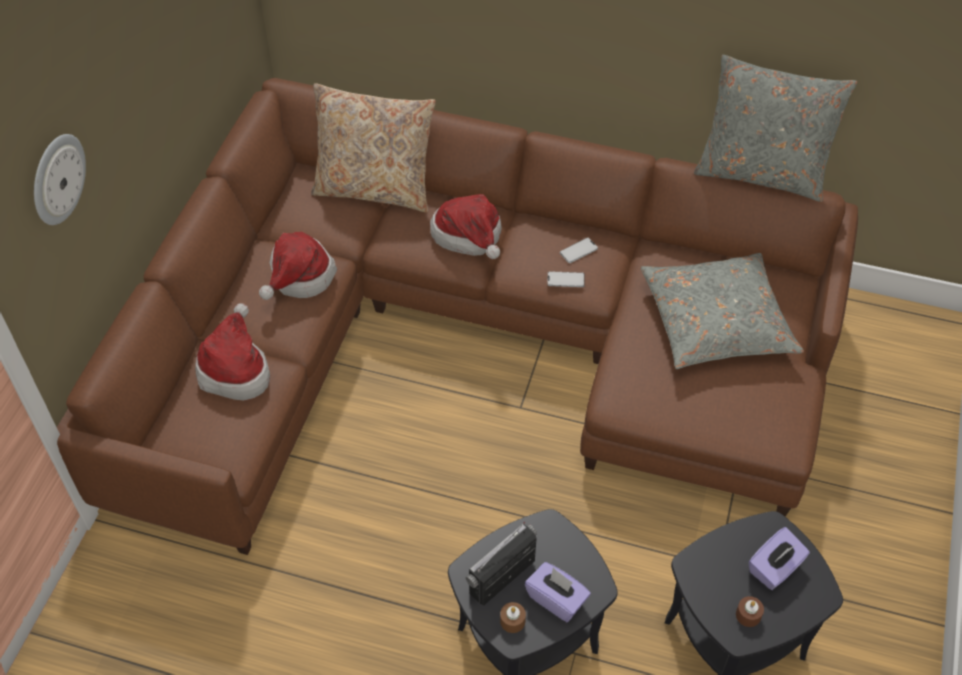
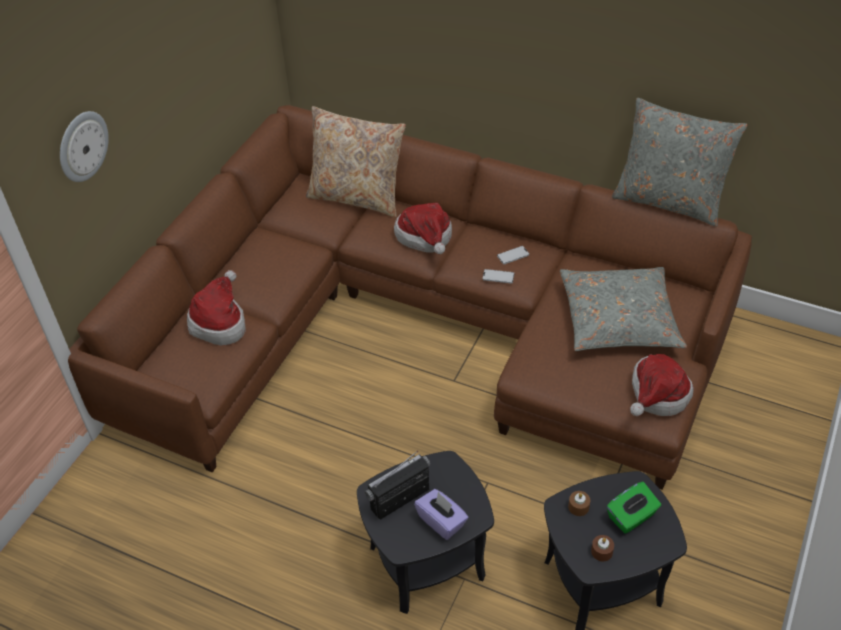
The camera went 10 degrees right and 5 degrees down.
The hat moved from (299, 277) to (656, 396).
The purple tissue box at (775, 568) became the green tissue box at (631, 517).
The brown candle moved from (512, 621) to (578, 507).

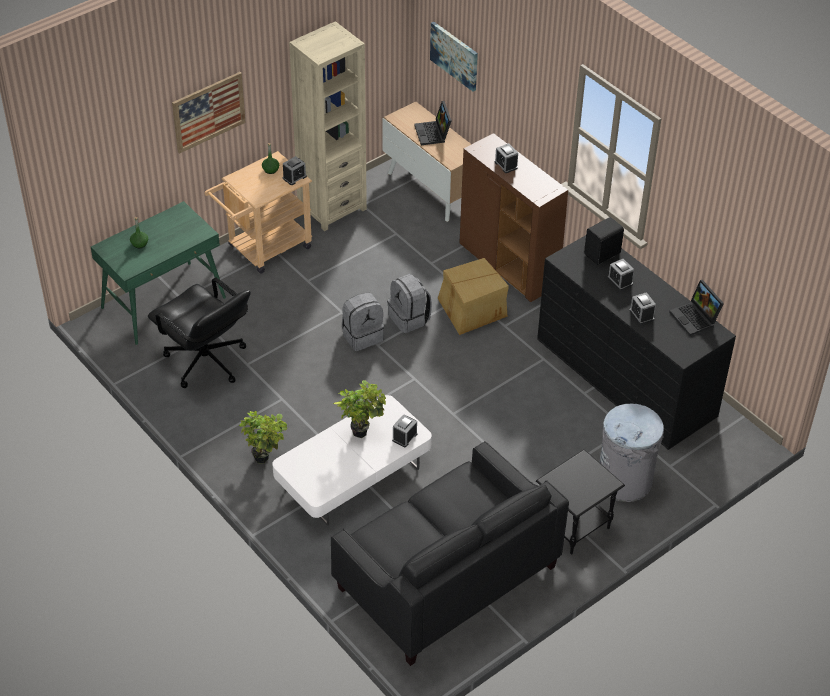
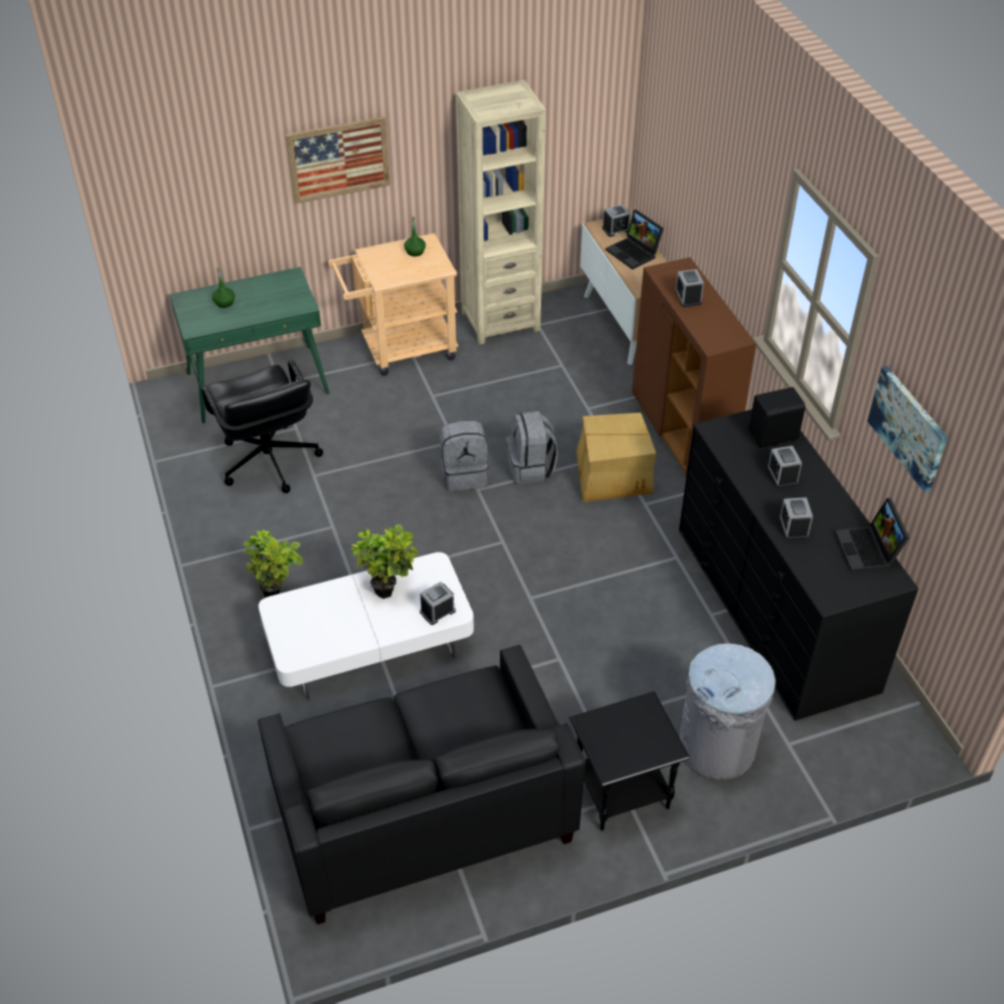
The camera went 20 degrees right and 0 degrees up.
The picture moved from (454, 55) to (908, 428).
The laptop at (433, 134) turned 45 degrees counterclockwise.
The alarm clock moved from (294, 177) to (616, 229).

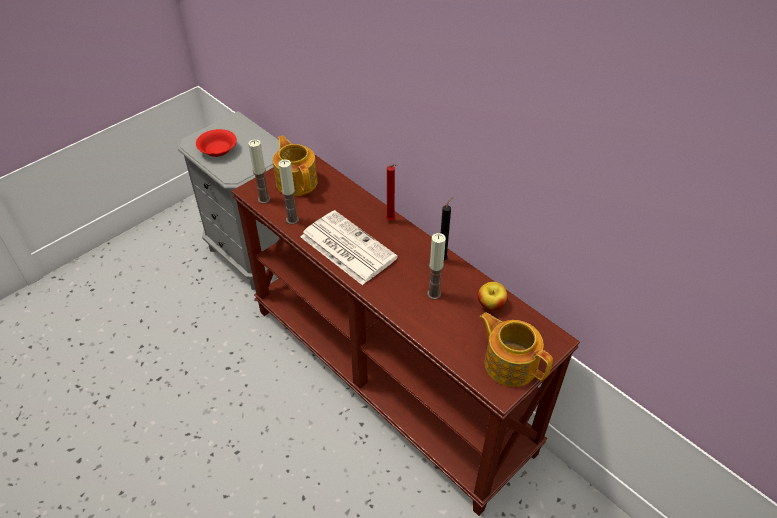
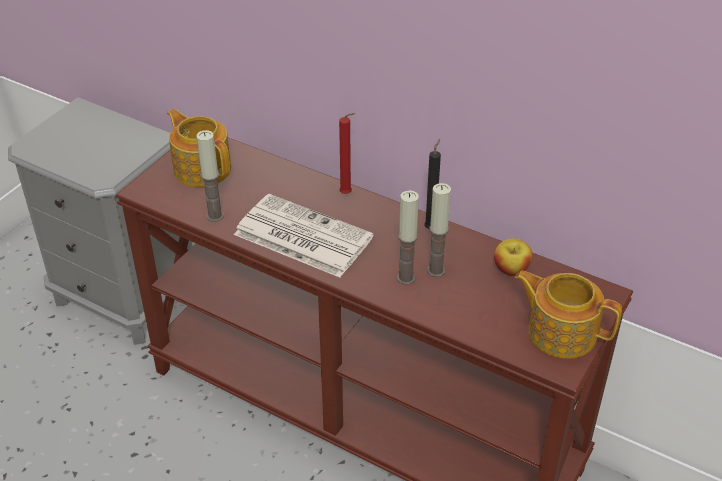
The camera went 15 degrees left and 5 degrees down.
The red bowl at (217, 150) disappeared.
The candle moved from (264, 199) to (406, 278).

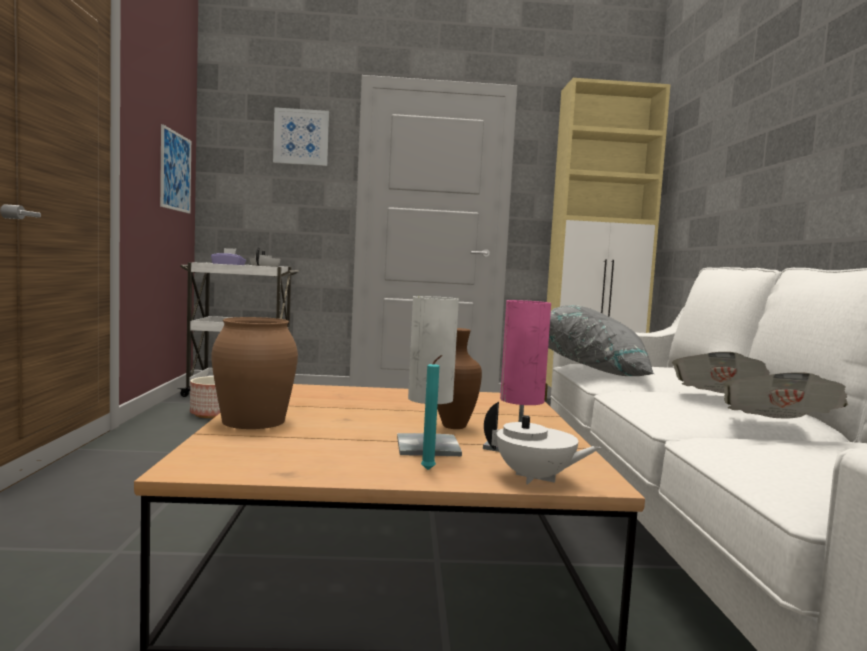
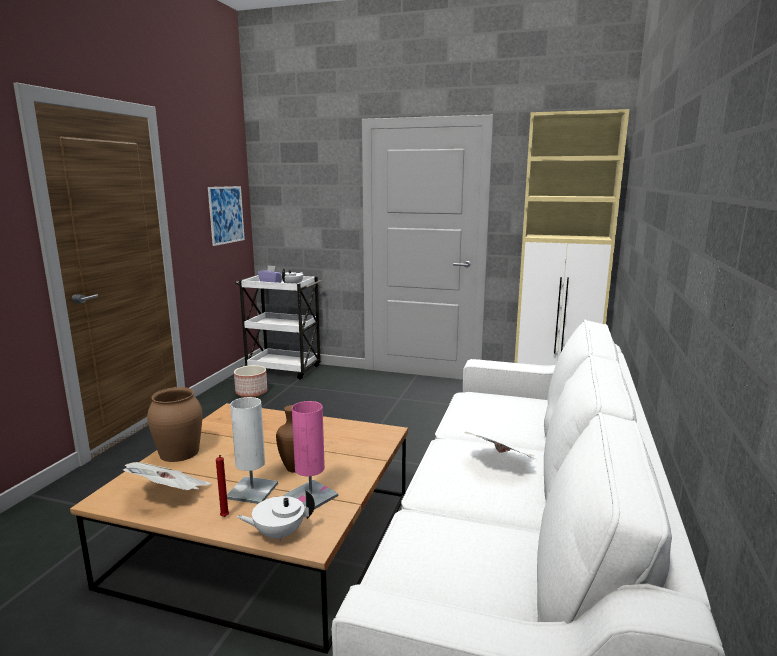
The camera went 20 degrees right and 10 degrees up.
The picture at (301, 137) disappeared.
The grey pillow at (595, 368) disappeared.
The turquoise candle at (429, 470) became the red candle at (224, 517).
The newspaper moved from (778, 428) to (171, 494).
The white teapot at (535, 478) turned 120 degrees clockwise.

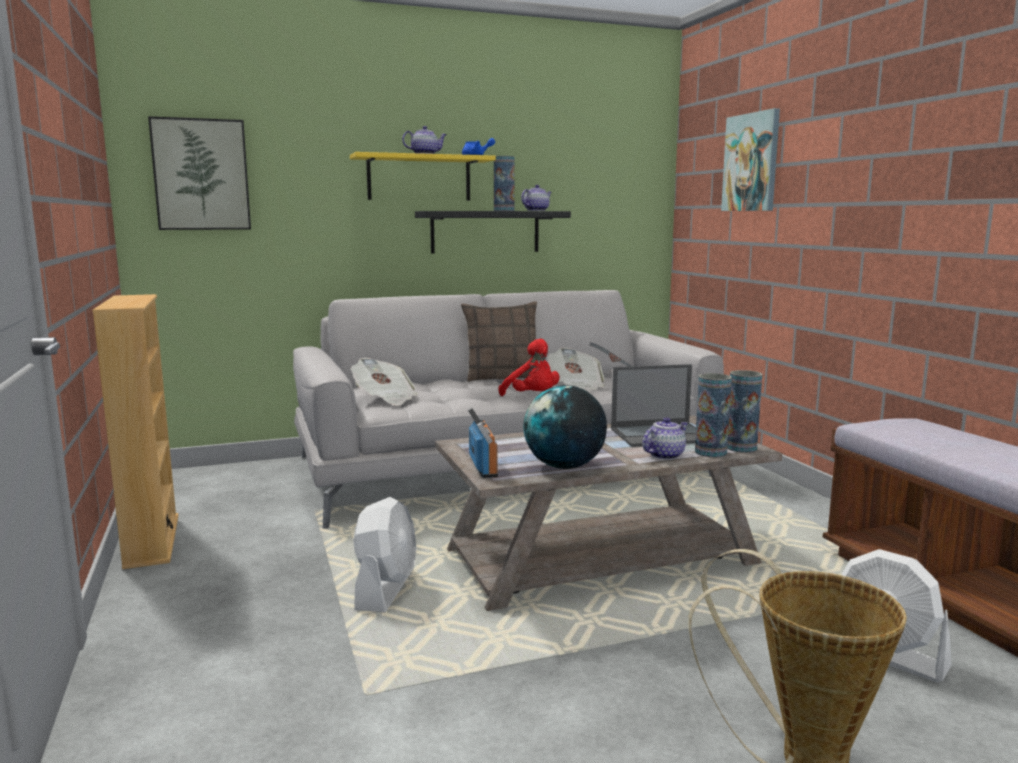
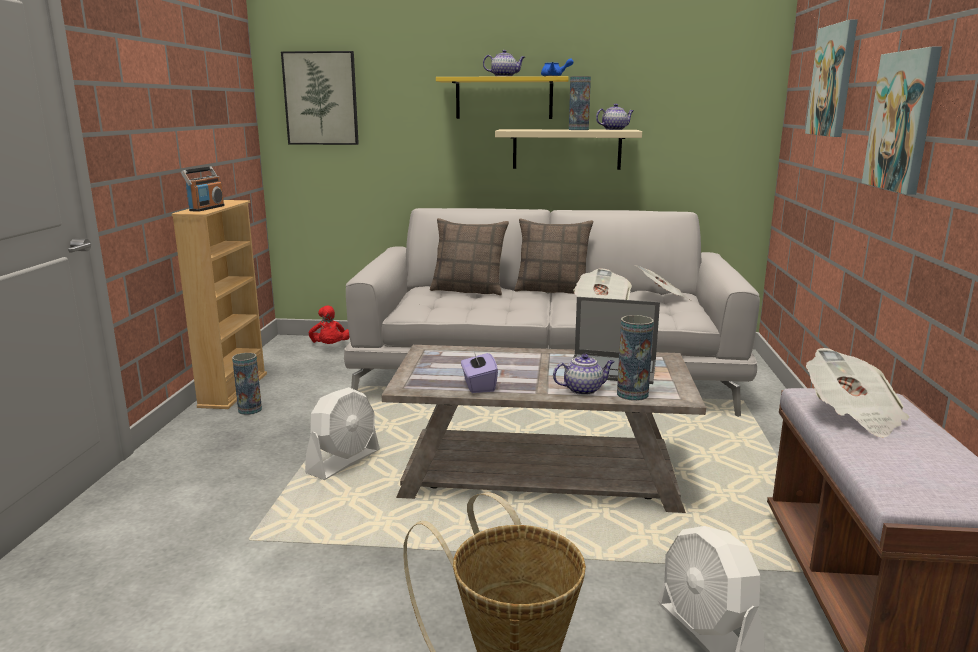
The camera went 25 degrees right and 5 degrees up.
The black shelf at (485, 232) became the beige shelf at (566, 149).
The red plush toy moved from (532, 397) to (330, 347).
The newspaper moved from (385, 399) to (853, 416).
The vase moved from (741, 448) to (250, 410).
The globe at (565, 466) was replaced by the purple tissue box at (478, 385).
The radio moved from (483, 468) to (206, 208).
The picture at (902, 121) appeared.
The pillow at (468, 290) appeared.

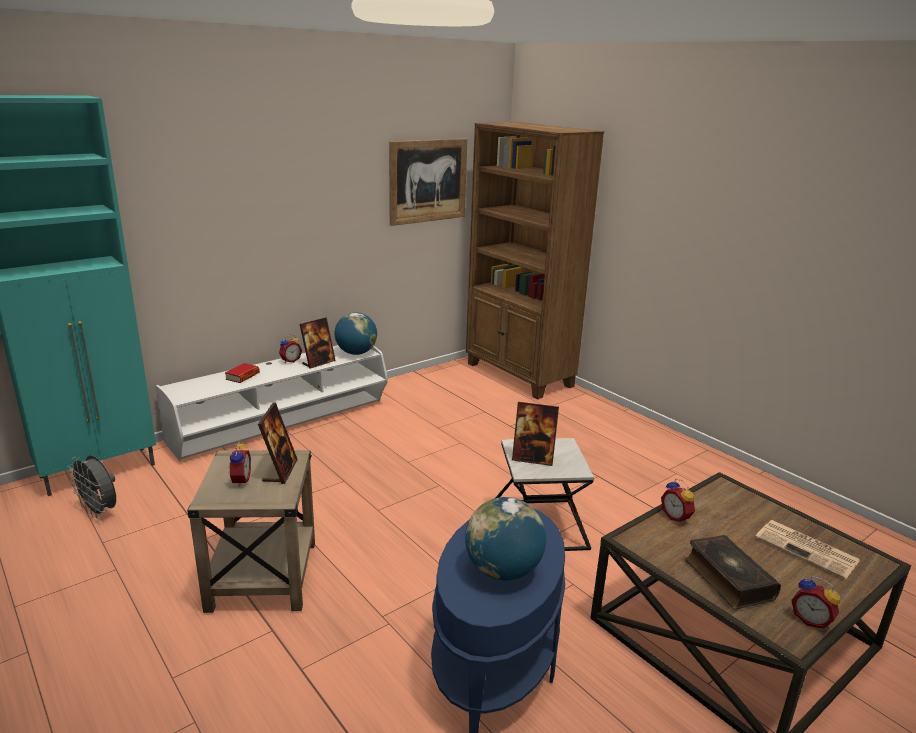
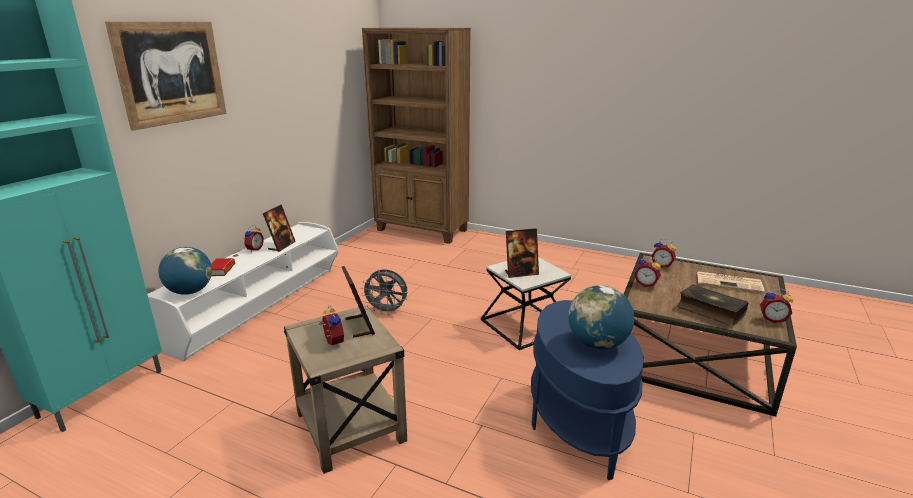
The camera went 25 degrees left and 0 degrees up.
The picture moved from (428, 181) to (171, 73).
The globe moved from (356, 353) to (190, 292).
The grey fan moved from (100, 511) to (387, 311).
The alarm clock at (662, 265) appeared.

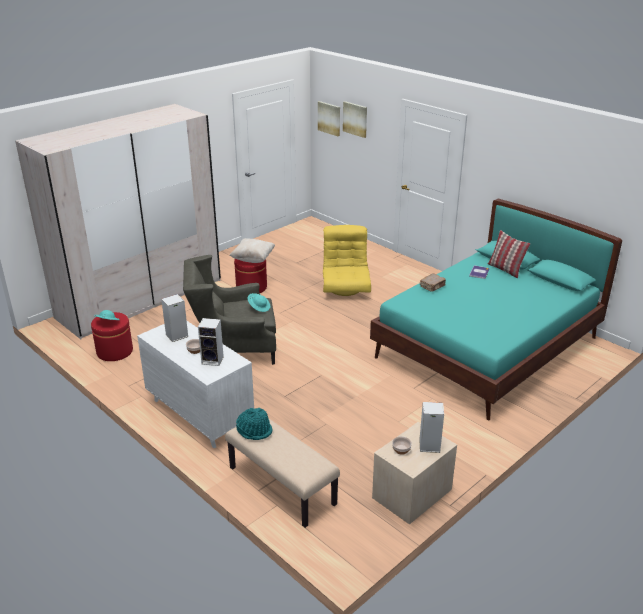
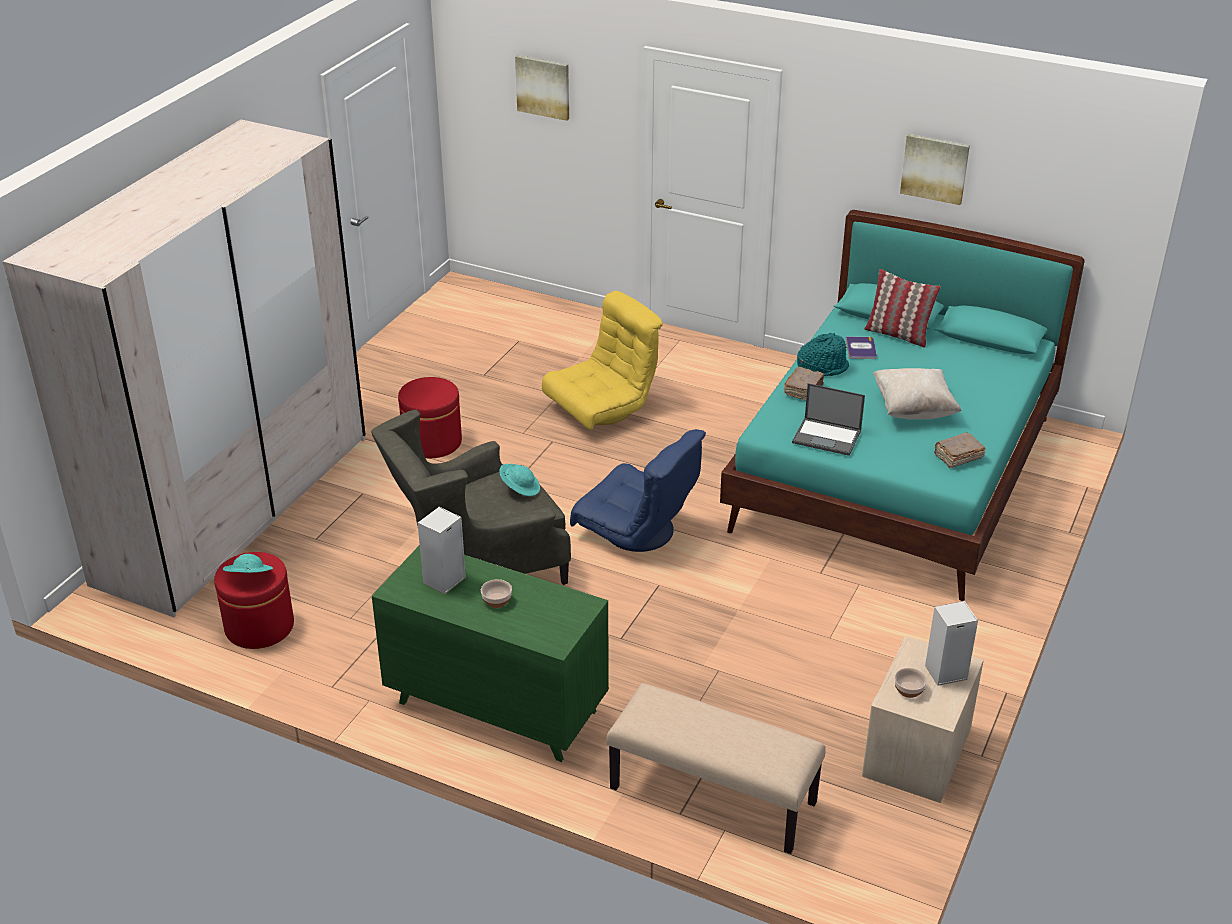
The camera went 20 degrees left and 5 degrees up.
The picture moved from (329, 118) to (935, 168).
The yellow armchair at (346, 288) turned 75 degrees clockwise.
The beige pillow moved from (253, 259) to (913, 410).
The speaker at (213, 360) disappeared.
The white dresser at (199, 414) became the green dresser at (495, 707).
The turquoise hat moved from (255, 430) to (822, 366).
The laptop at (827, 437) appeared.
The blue armchair at (637, 532) appeared.
The brown book at (957, 457) appeared.

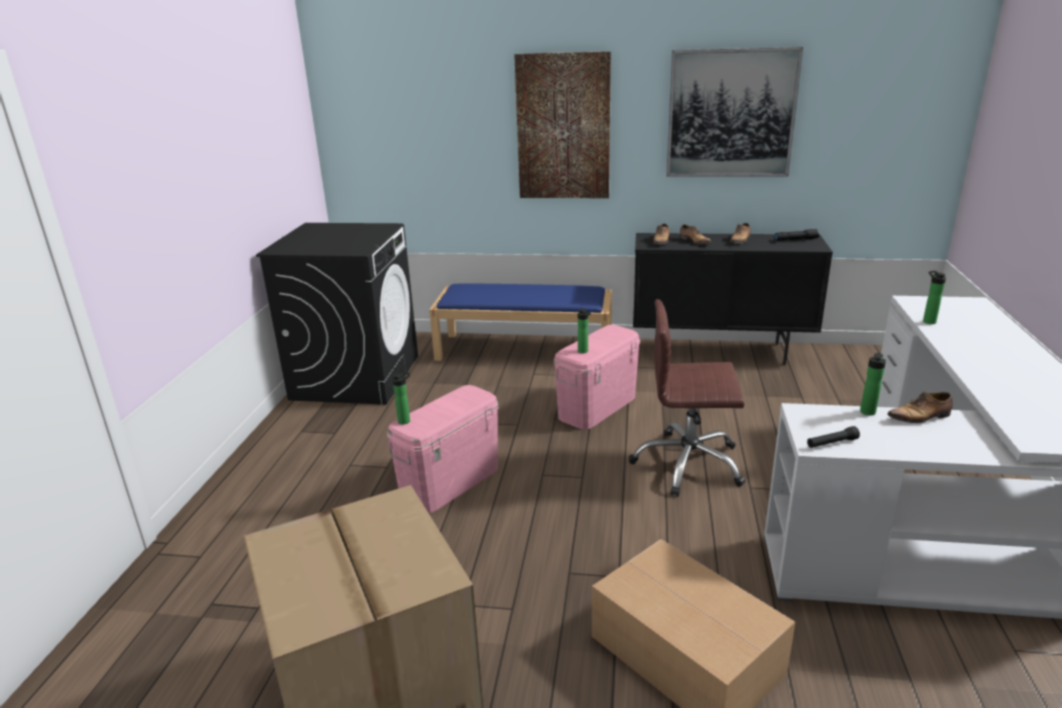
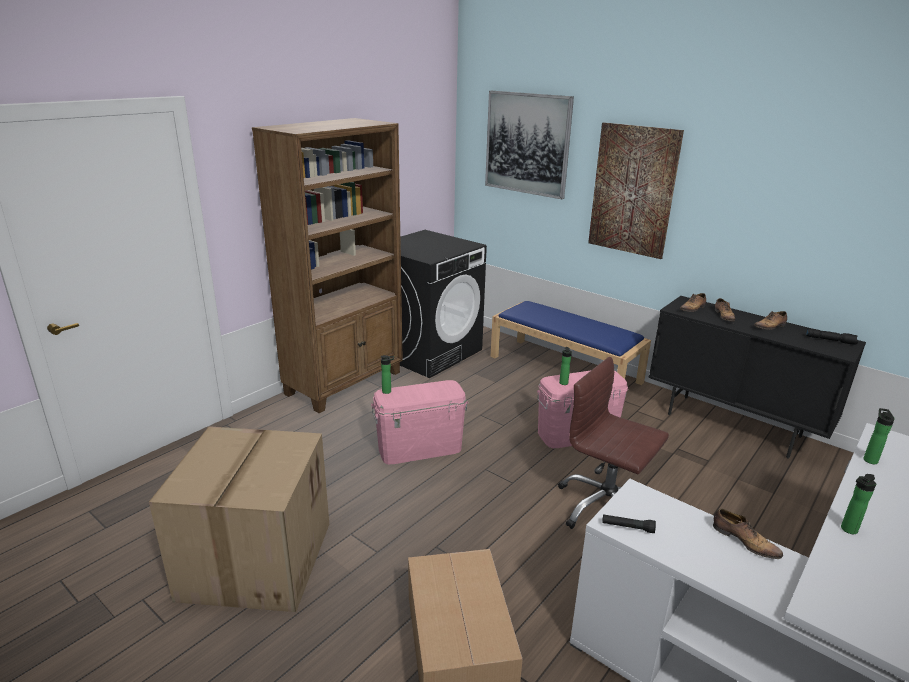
The camera went 30 degrees right and 0 degrees up.
The picture moved from (731, 114) to (527, 144).
The bottle moved from (867, 413) to (847, 530).
The shoe at (920, 417) turned 150 degrees counterclockwise.
The brown bookcase at (345, 383) appeared.

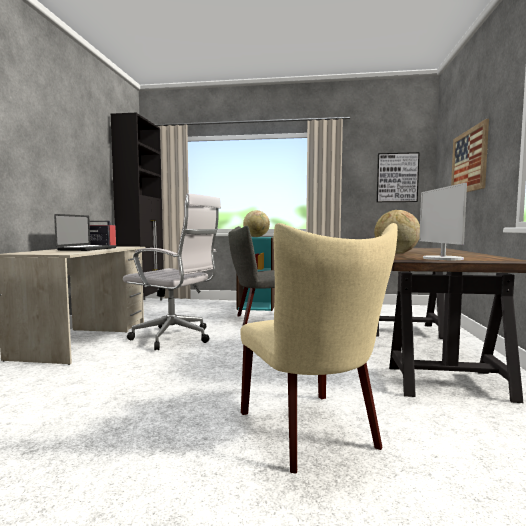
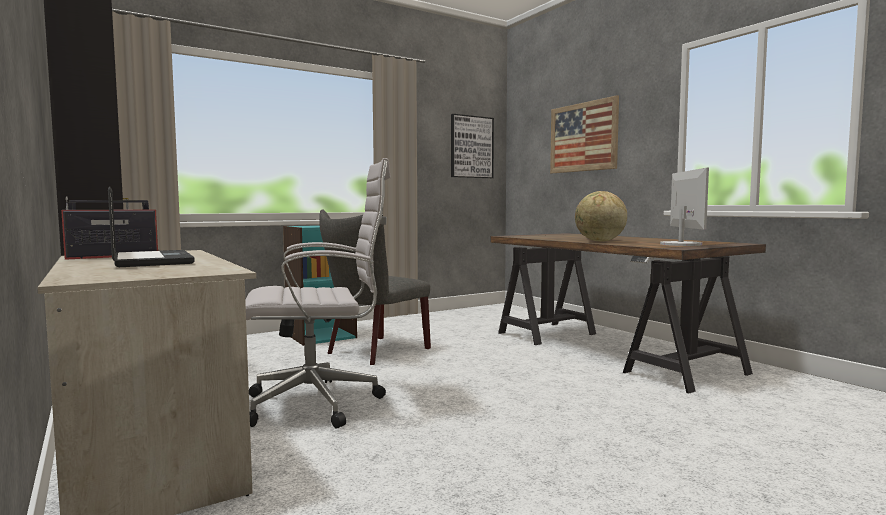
The camera went 40 degrees left and 0 degrees up.
The monitor at (442, 258) turned 135 degrees counterclockwise.
The globe at (256, 236) disappeared.
The beige chair at (313, 433) disappeared.

